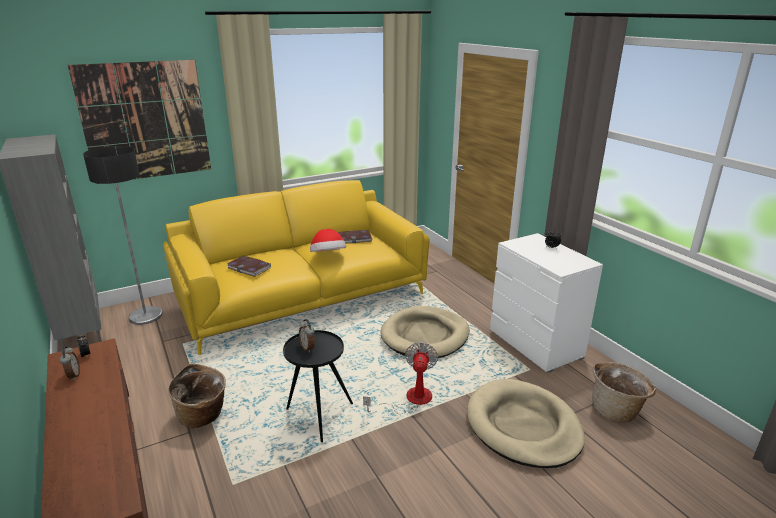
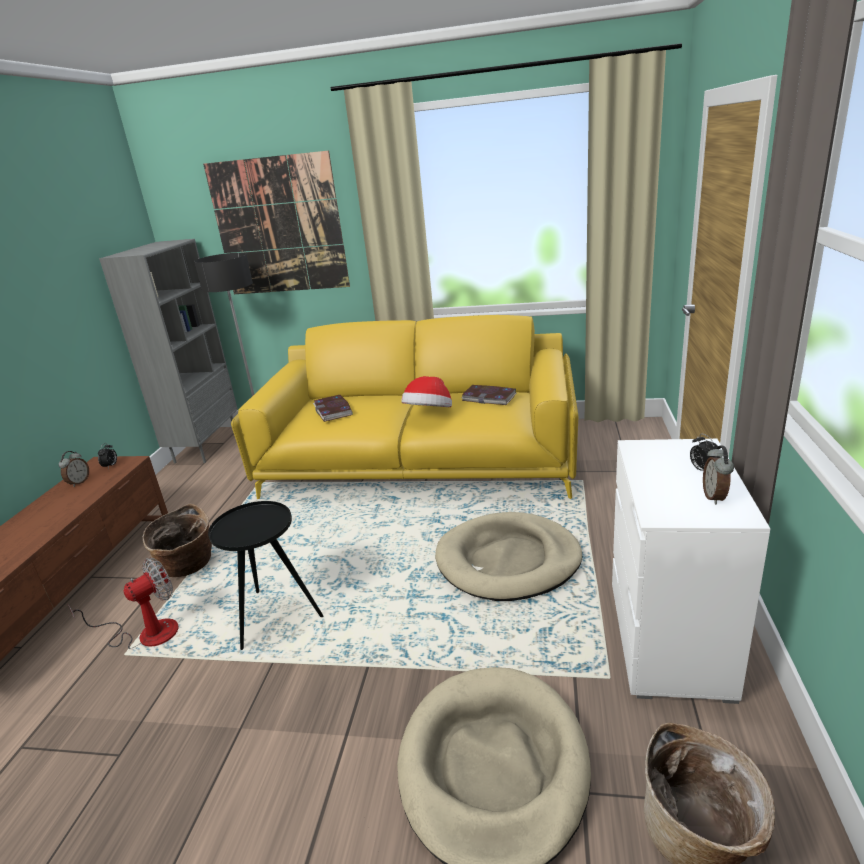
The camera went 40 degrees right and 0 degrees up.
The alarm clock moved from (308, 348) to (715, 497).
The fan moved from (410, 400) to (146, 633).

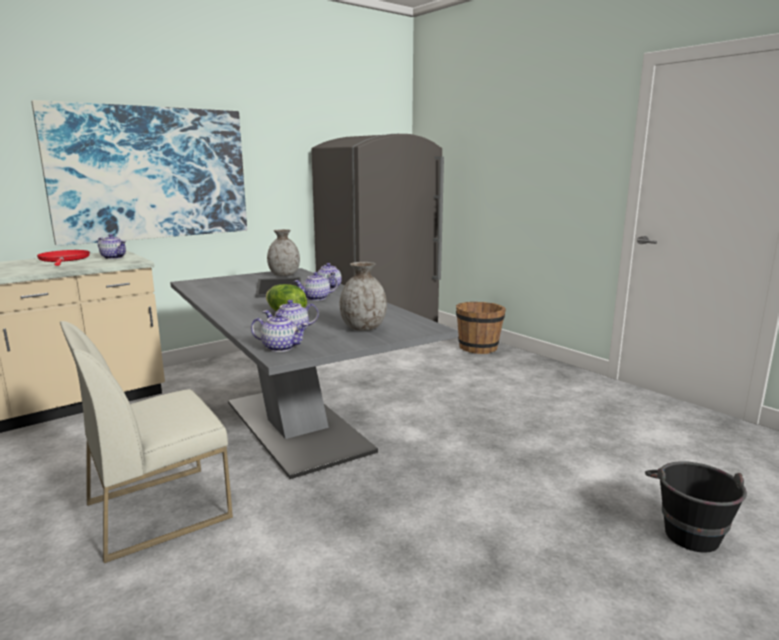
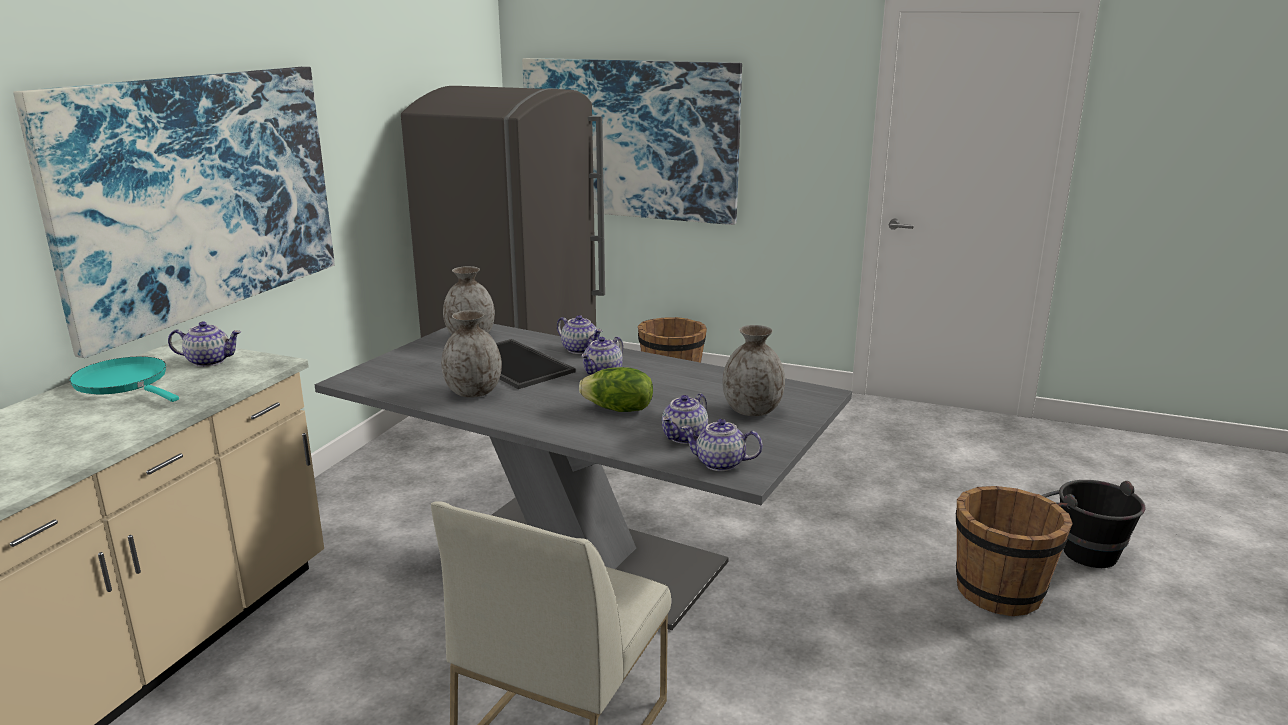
The camera went 30 degrees left and 5 degrees up.
The red frying pan at (64, 259) became the turquoise frying pan at (125, 383).
The teapot at (281, 347) turned 150 degrees counterclockwise.
The picture at (630, 139) appeared.
The grey vase at (473, 393) appeared.
The brown bucket at (1000, 591) appeared.

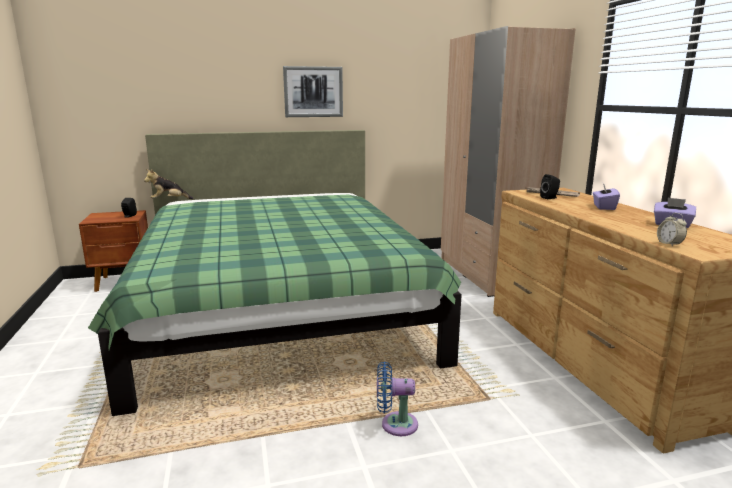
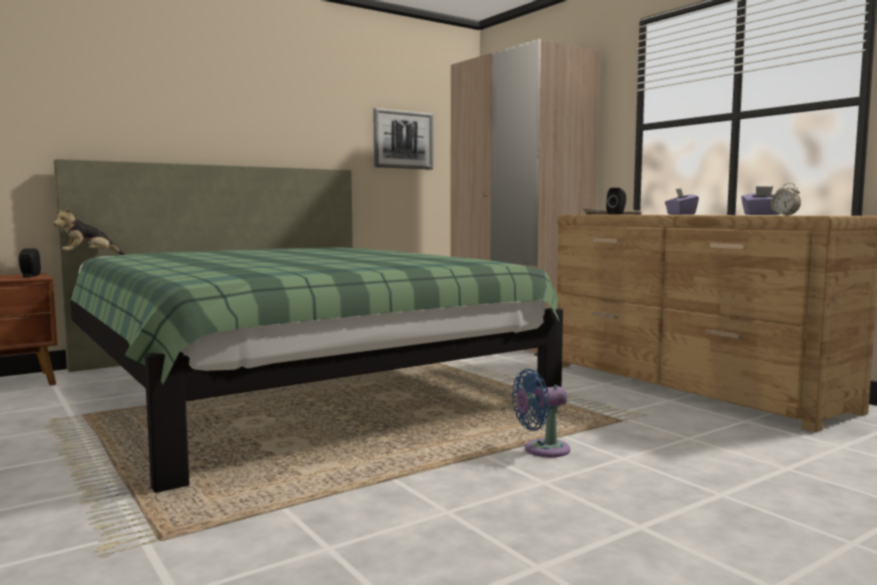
The camera went 20 degrees left and 10 degrees down.
The picture moved from (313, 92) to (403, 139).

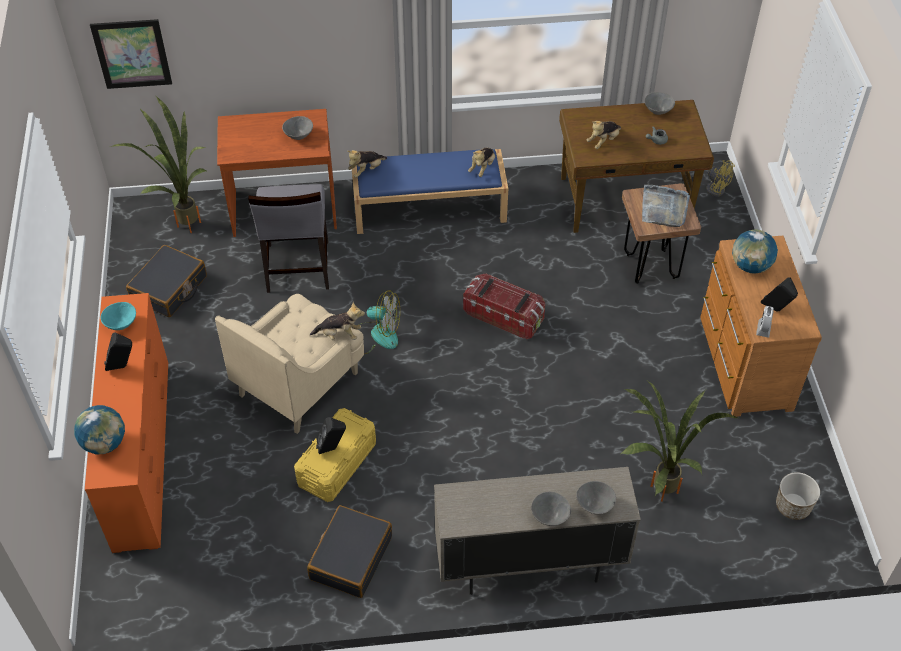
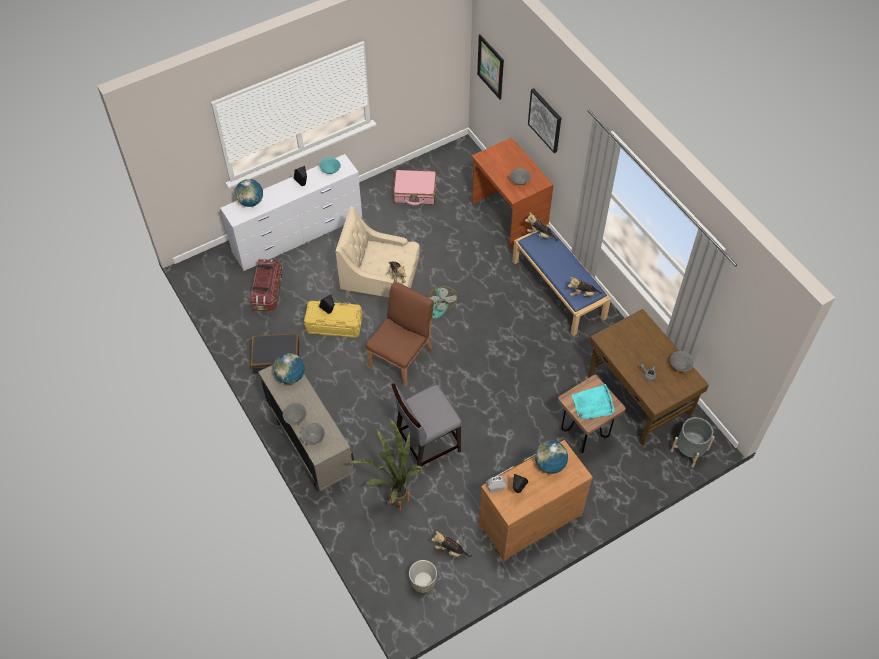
The camera went 65 degrees right and 5 degrees up.
The potted plant at (185, 220) disappeared.
The plush toy moved from (603, 141) to (450, 550).
The yellow fan at (714, 187) was replaced by the grey planter at (689, 450).
The grey chair moved from (297, 267) to (426, 444).
The grey tray at (664, 208) became the turquoise tray at (593, 404).
The black suitcase at (169, 288) became the pink suitcase at (415, 192).
The storage box moved from (504, 316) to (268, 292).
The orange dresser at (142, 452) became the white dresser at (298, 235).
The picture at (545, 120) appeared.
The brown chair at (401, 357) appeared.
The globe at (290, 376) appeared.

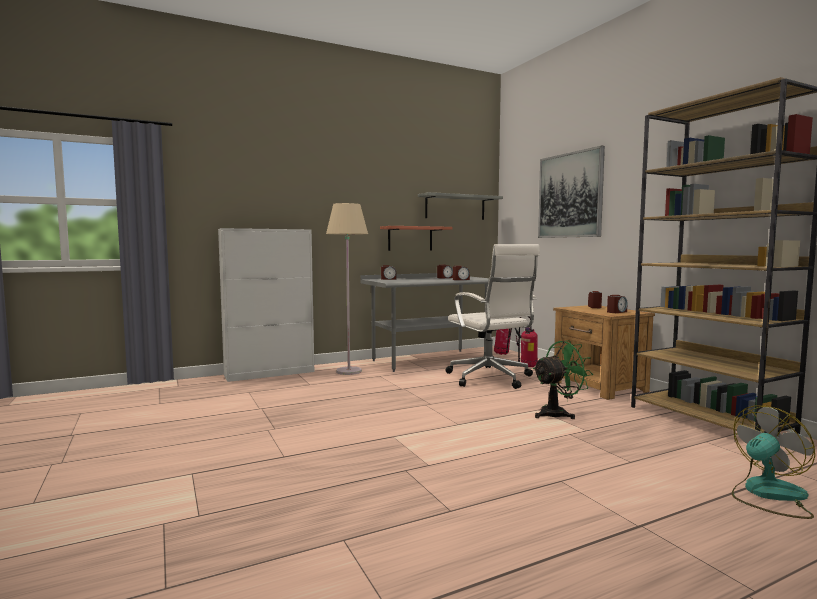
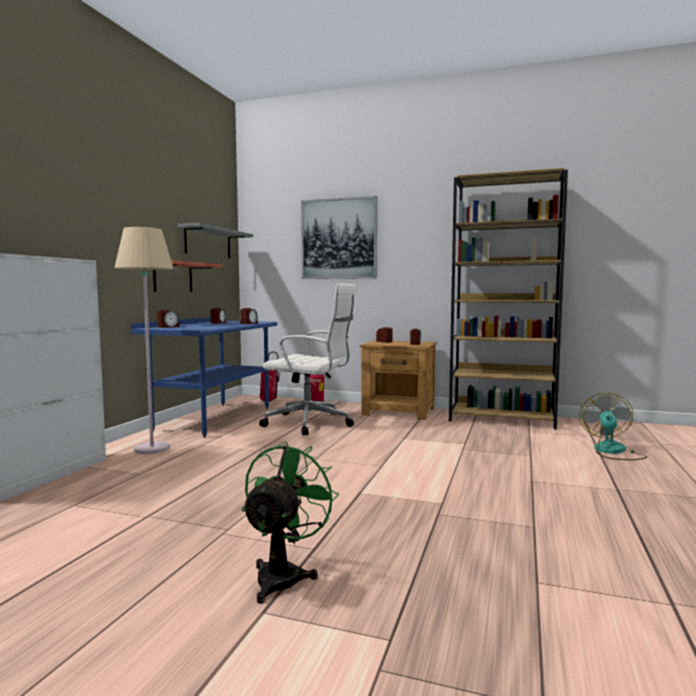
The camera went 45 degrees left and 0 degrees up.
The grey desk at (429, 360) became the blue desk at (214, 419).
The green fan moved from (558, 413) to (284, 574).

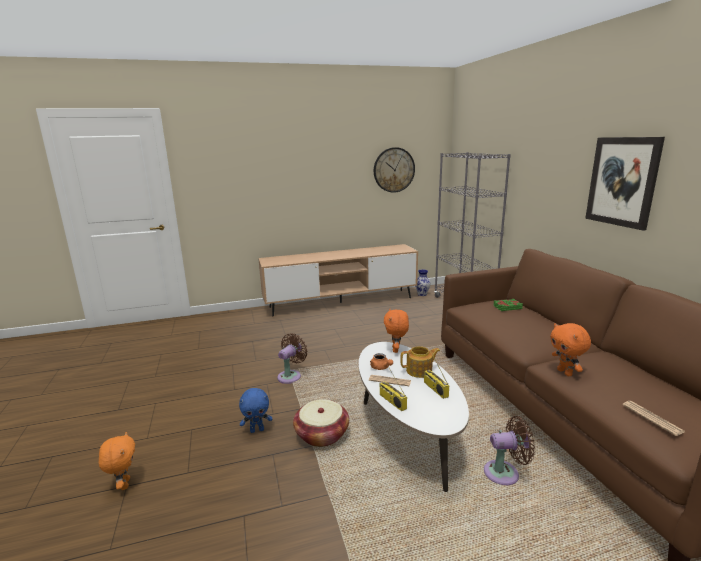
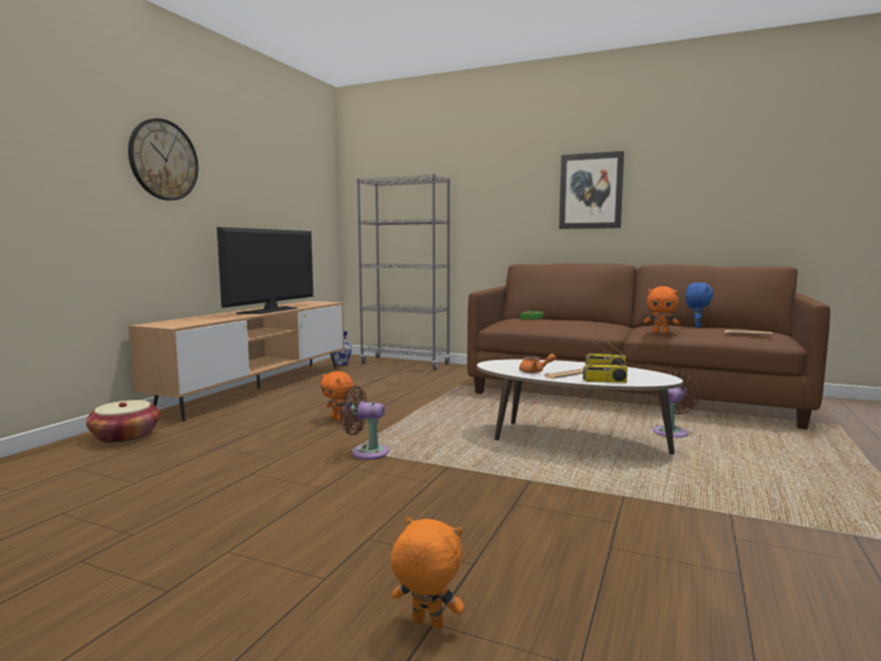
The camera went 50 degrees left and 10 degrees down.
The wall clock moved from (394, 170) to (163, 160).
The orange plush toy moved from (396, 350) to (338, 419).
The brown fan at (291, 376) turned 60 degrees counterclockwise.
The teapot at (420, 371) disappeared.
The blue plush toy moved from (257, 430) to (696, 327).
The basket moved from (322, 435) to (125, 437).
The television at (271, 310) appeared.

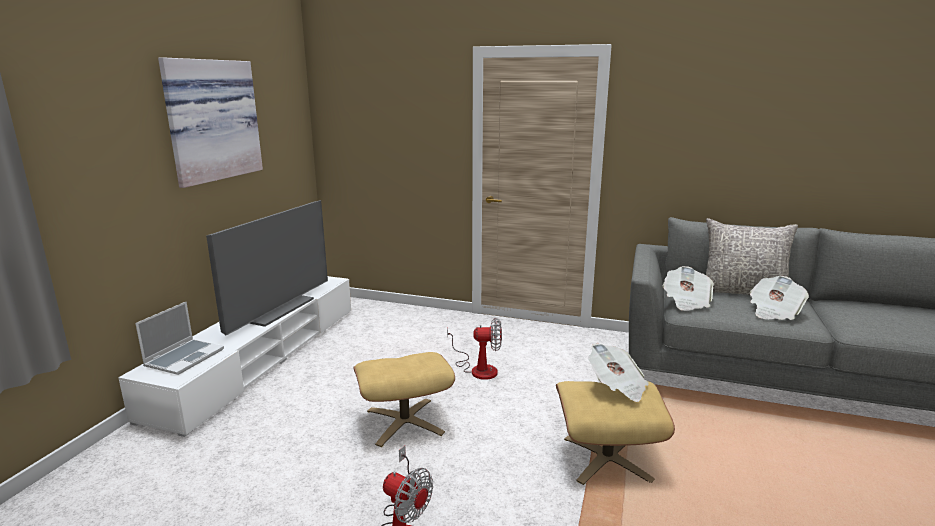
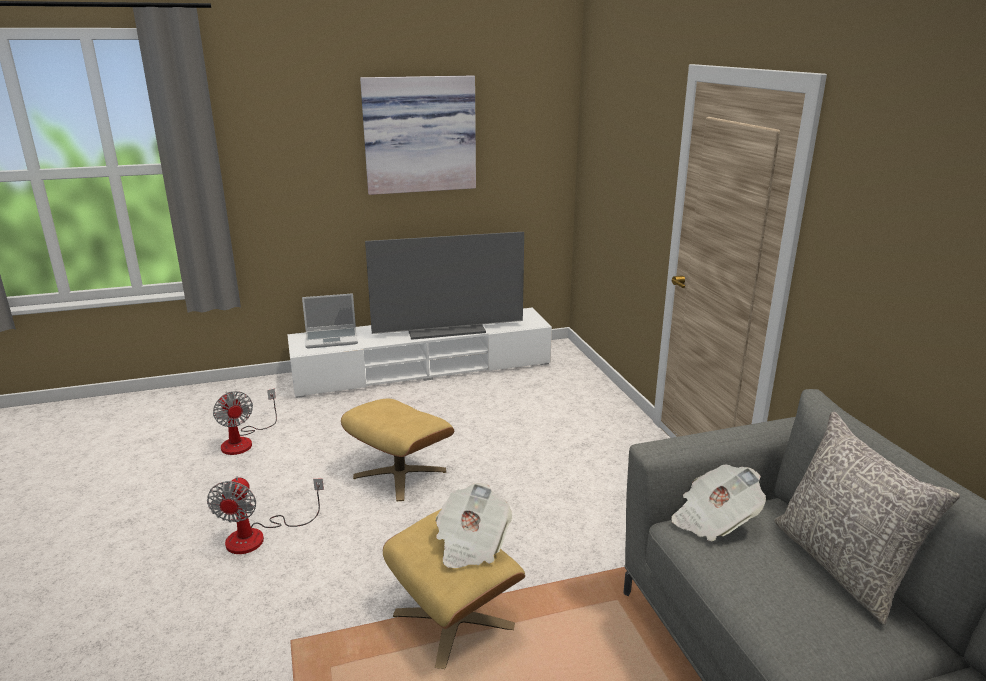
The camera went 55 degrees right and 5 degrees up.
The newspaper at (774, 312) disappeared.
The fan moved from (478, 368) to (244, 441).

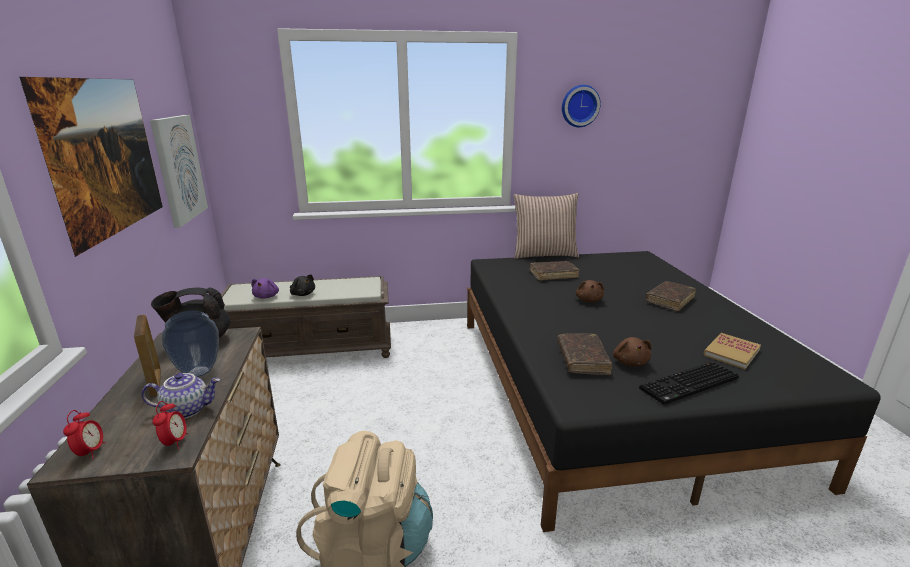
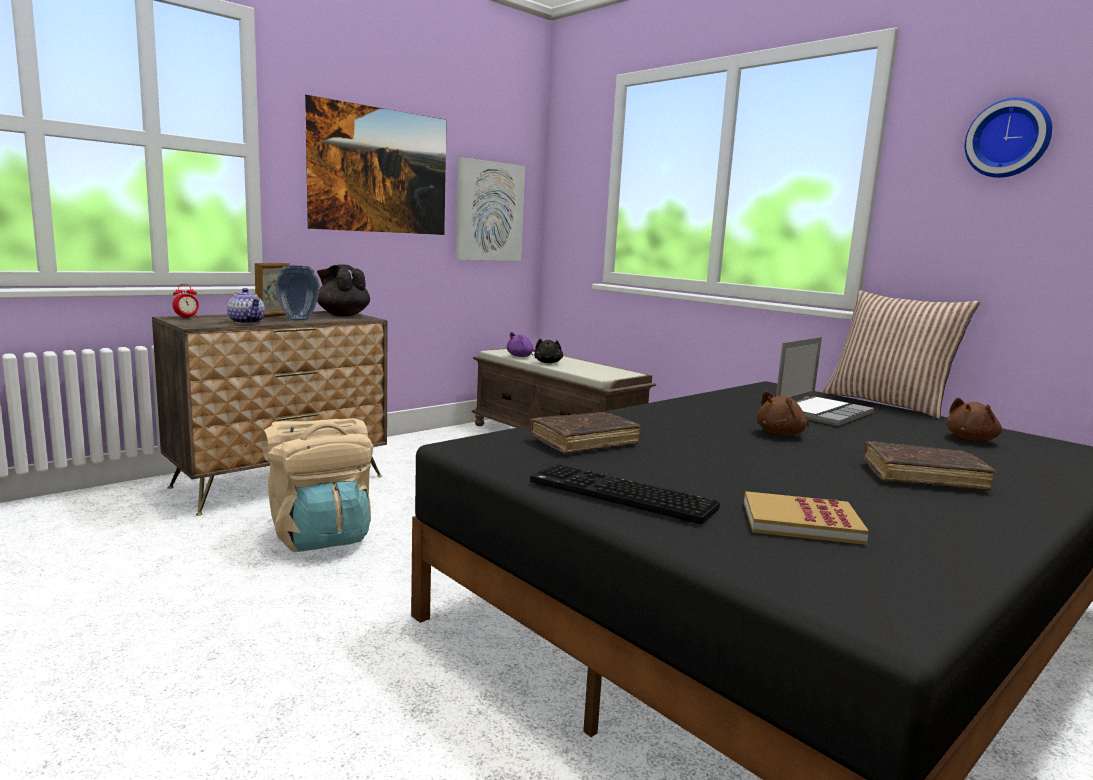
The camera went 55 degrees right and 10 degrees down.
The brown book at (553, 275) was replaced by the laptop at (822, 412).
The brown plush toy moved from (630, 362) to (972, 439).
The alarm clock at (175, 442) disappeared.

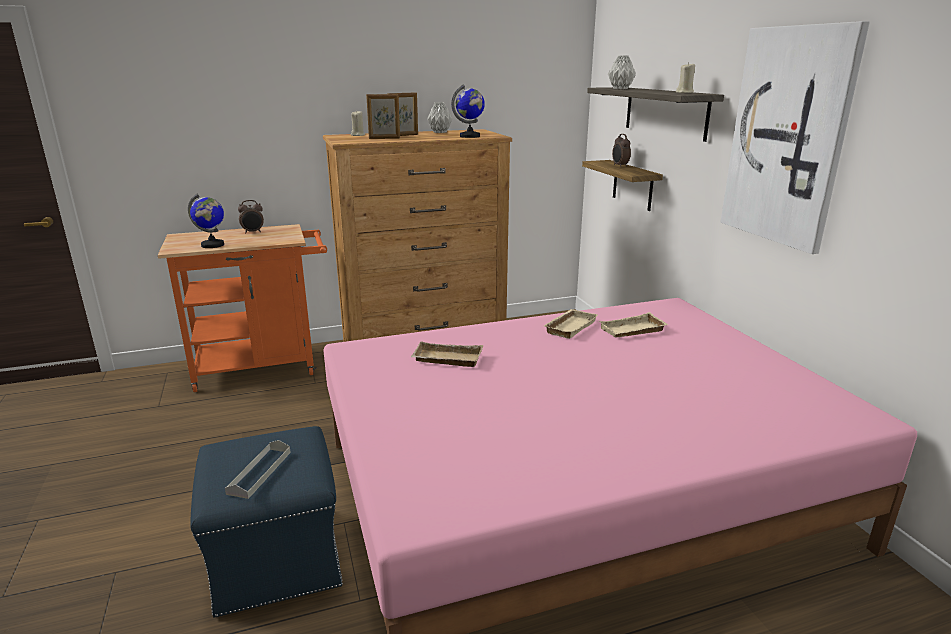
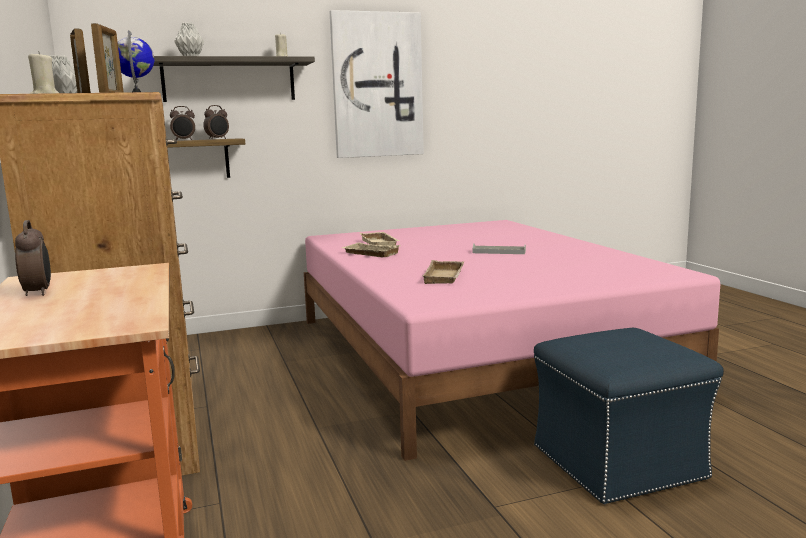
The camera went 90 degrees left and 10 degrees down.
The globe at (212, 245) disappeared.
The grey tray moved from (259, 472) to (499, 252).
The alarm clock at (218, 139) appeared.

